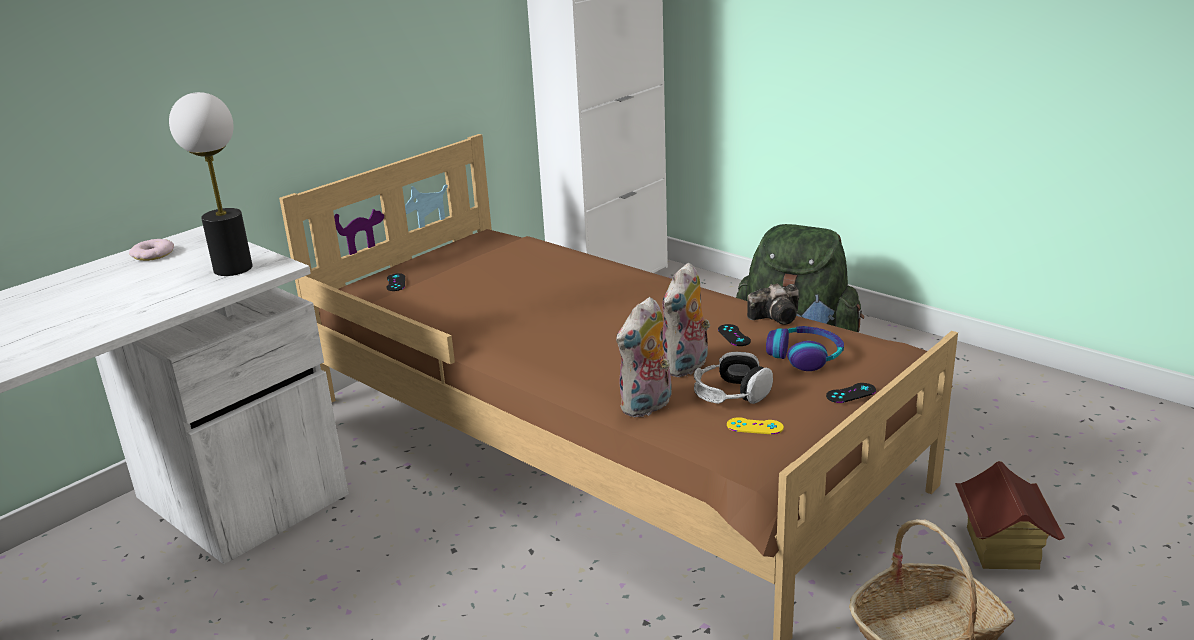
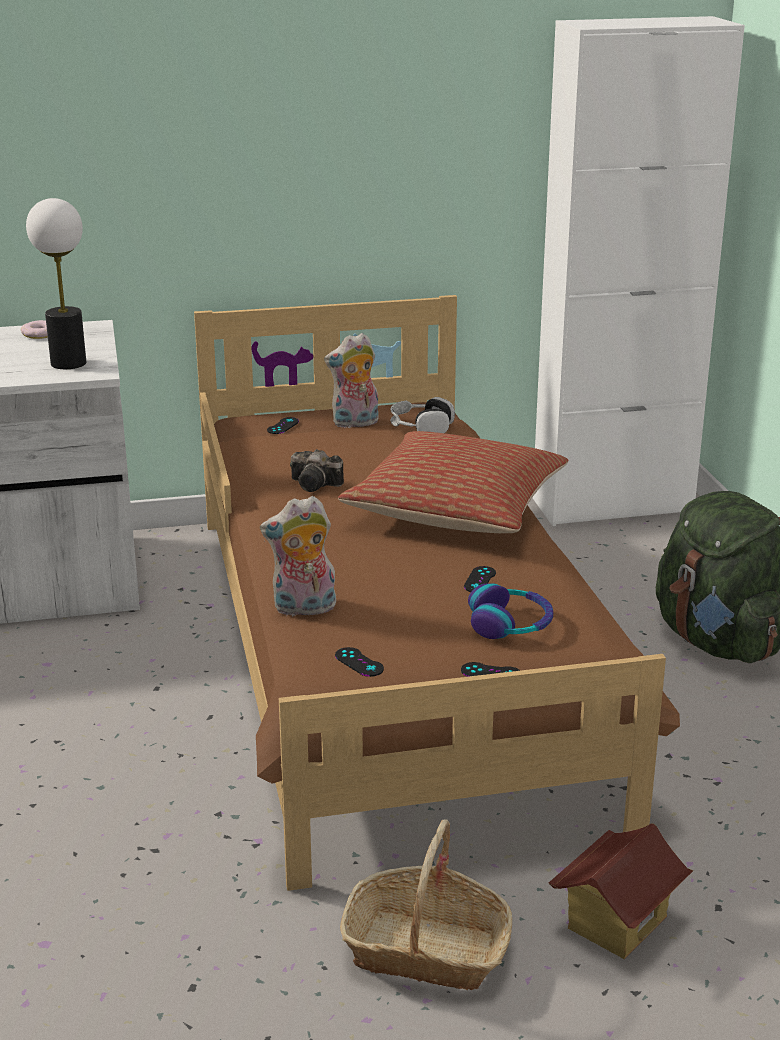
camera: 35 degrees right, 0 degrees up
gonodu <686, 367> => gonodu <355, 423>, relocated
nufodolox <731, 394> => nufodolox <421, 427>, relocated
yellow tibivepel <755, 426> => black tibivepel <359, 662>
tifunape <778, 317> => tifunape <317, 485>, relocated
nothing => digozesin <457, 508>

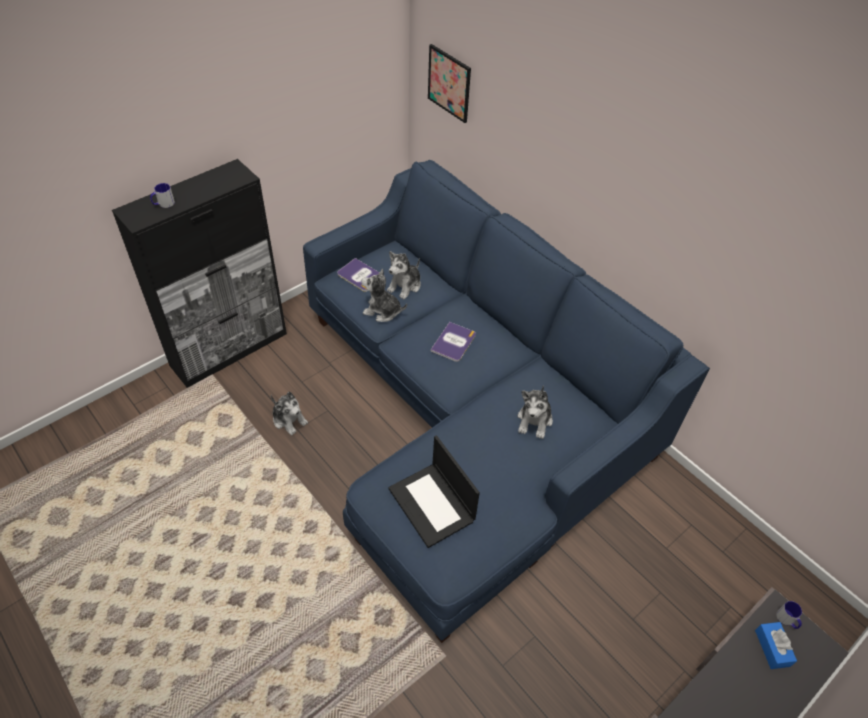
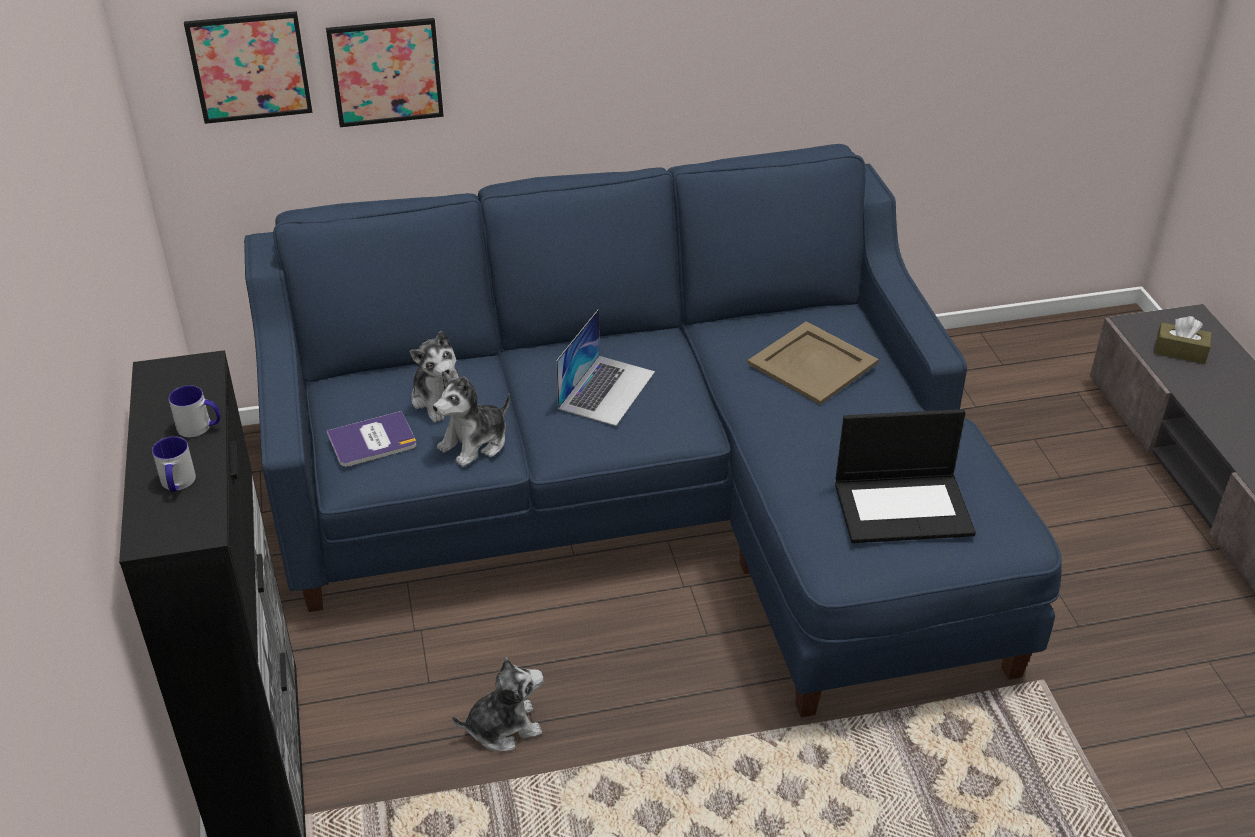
camera: 60 degrees left, 10 degrees down
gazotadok <453, 342> => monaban <606, 389>
gonodu <534, 420> => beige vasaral <812, 362>
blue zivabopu <772, 648> => brown zivabopu <1180, 351>
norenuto <787, 620> => norenuto <200, 427>, relocated
nothing => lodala <386, 72>

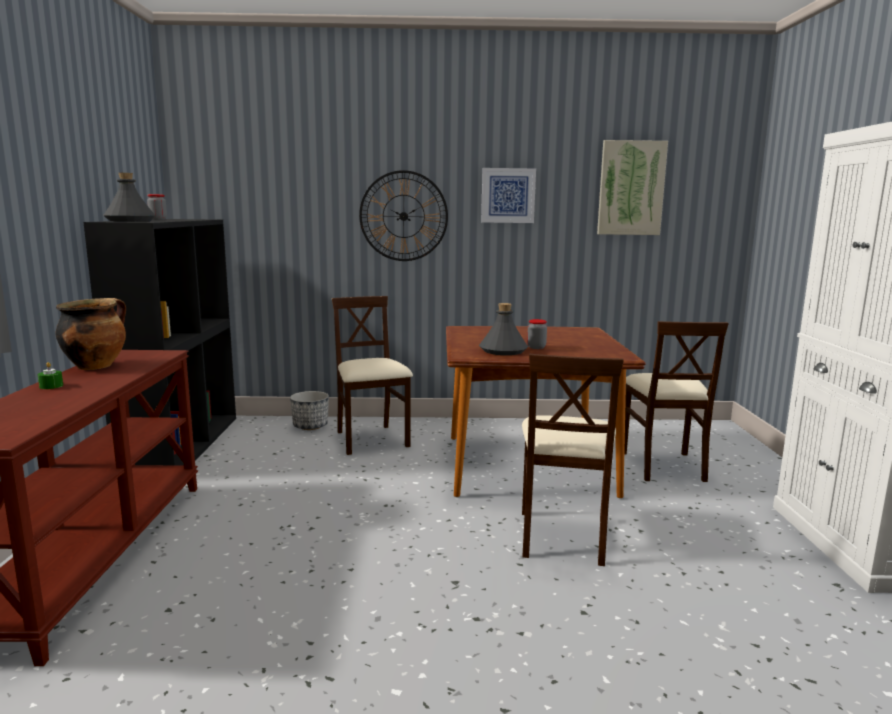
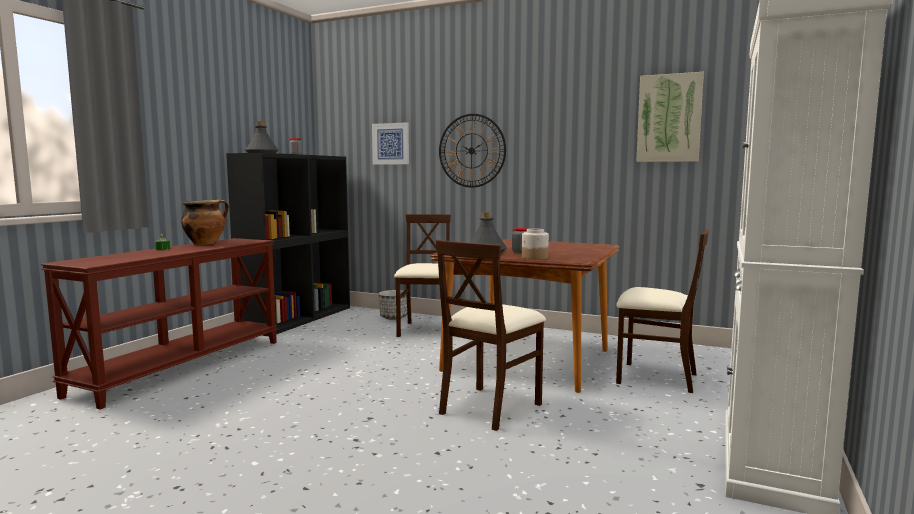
camera: 25 degrees right, 5 degrees down
lodala <508, 195> => lodala <391, 144>, relocated
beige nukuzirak <663, 466> => beige nukuzirak <655, 377>, 90 degrees counterclockwise
nothing => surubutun <534, 258>

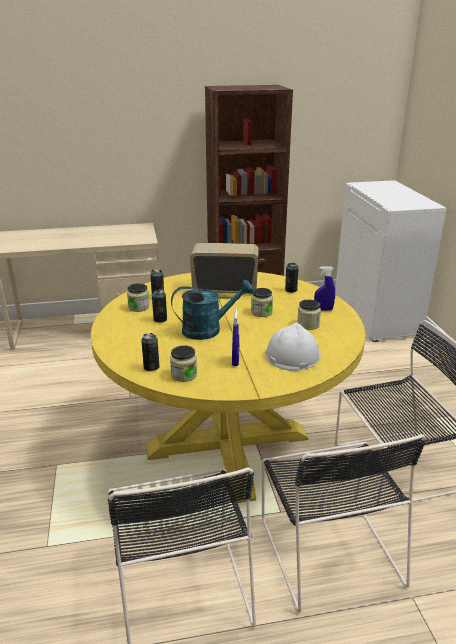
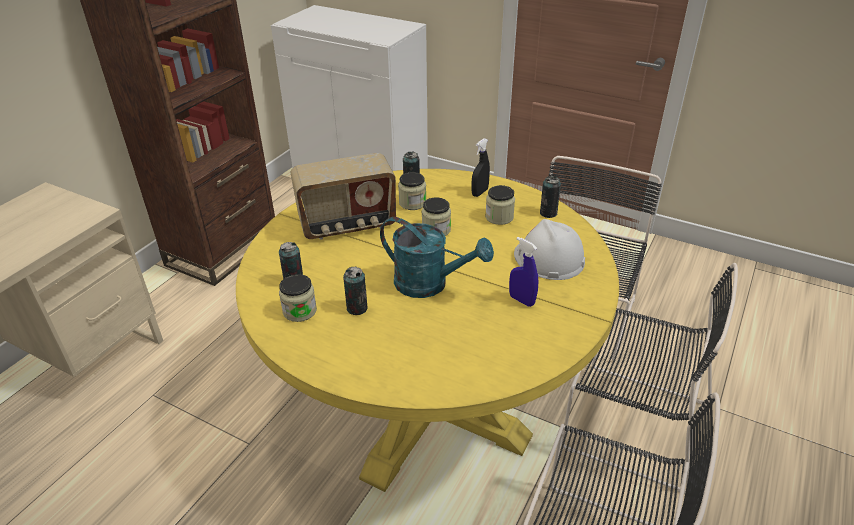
camera: 50 degrees left, 10 degrees up
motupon <151, 367> => motupon <548, 213>, relocated
surubutun <184, 375> => surubutun <412, 203>, relocated
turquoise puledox <208, 330> => turquoise puledox <430, 284>, 90 degrees clockwise
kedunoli <225, 289> => kedunoli <347, 225>, 150 degrees counterclockwise
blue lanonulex <323, 310> => black lanonulex <480, 192>

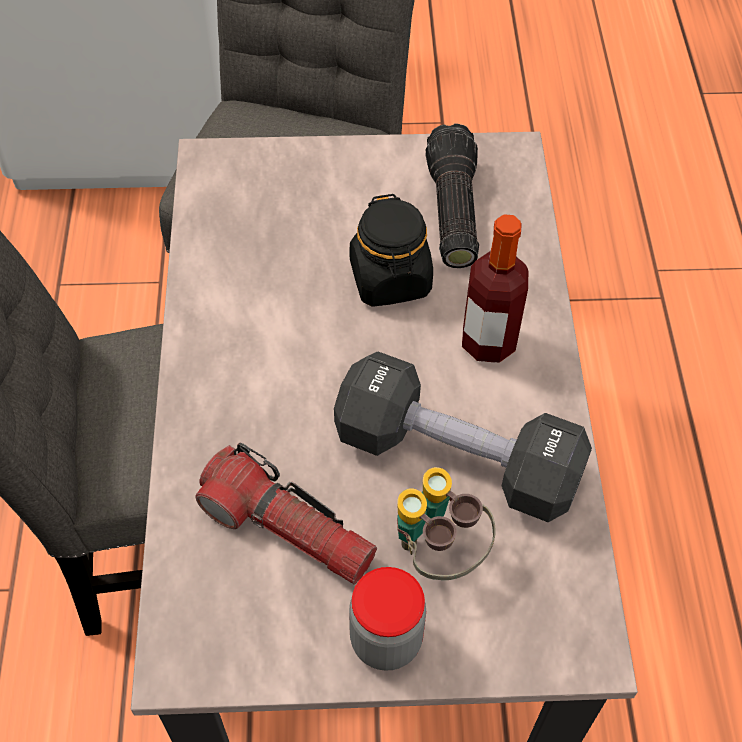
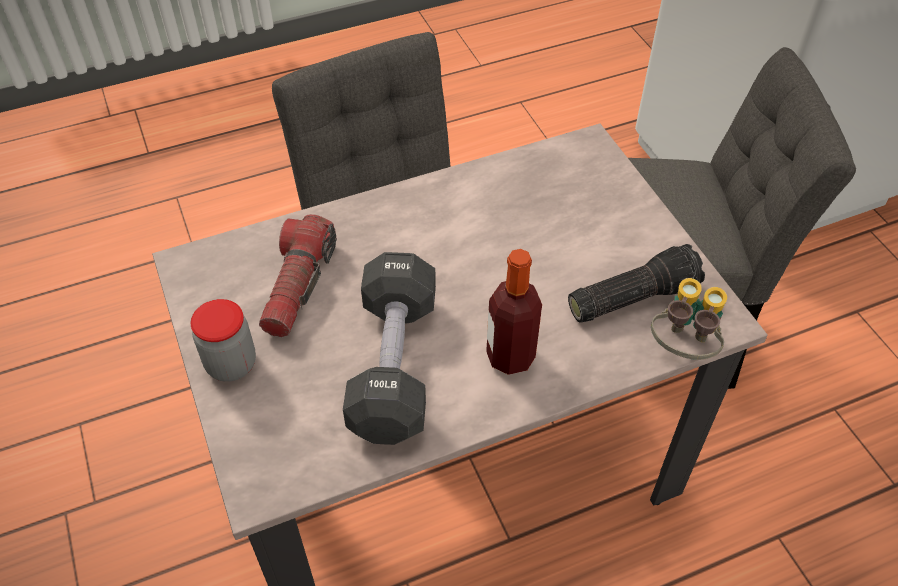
camera: 70 degrees right, 5 degrees down
black surubutun <390, 279> => nothing
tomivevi <438, 550> => tomivevi <682, 348>, relocated

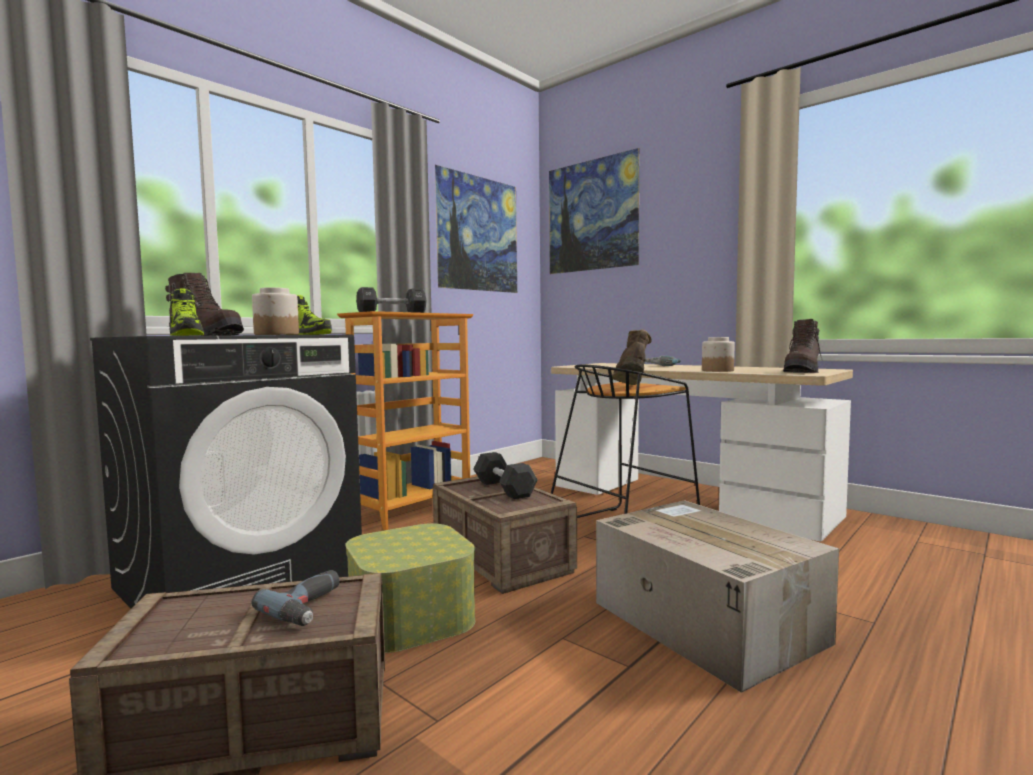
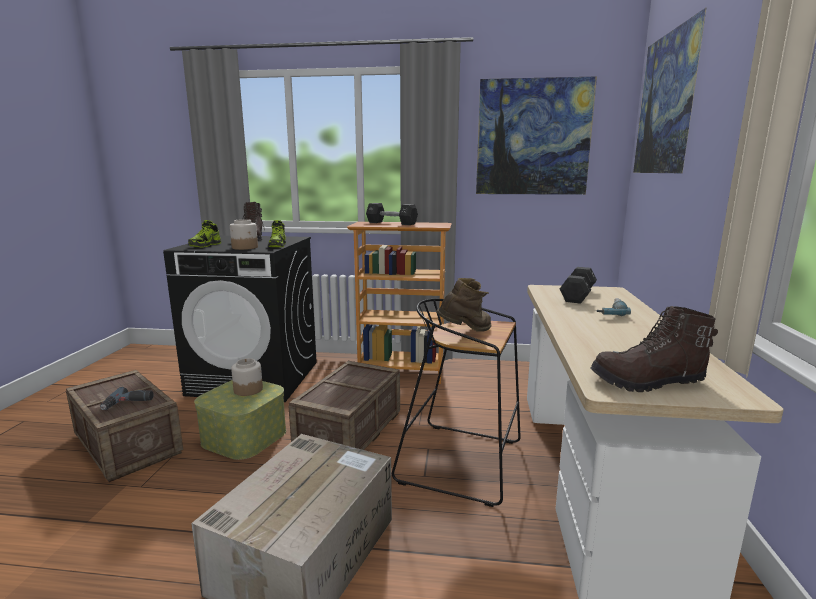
camera: 55 degrees right, 10 degrees up
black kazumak <504, 489> => black kazumak <577, 295>, relocated
surubutun <717, 370> => surubutun <248, 389>, relocated

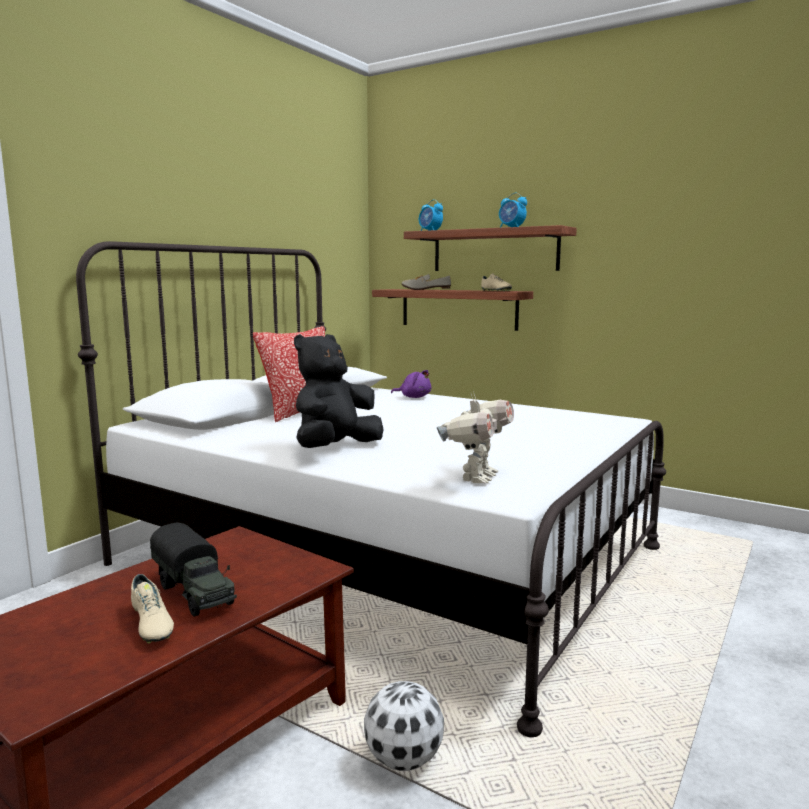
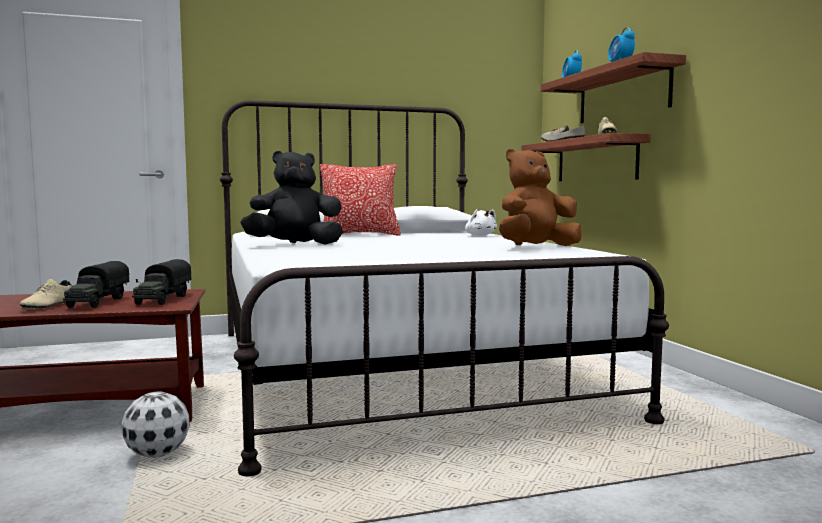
camera: 40 degrees right, 5 degrees down
purple gonodu <414, 397> => white gonodu <480, 235>
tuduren <476, 478> => nothing
nothing => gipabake <162, 299>
nothing => brown gonodu <536, 247>

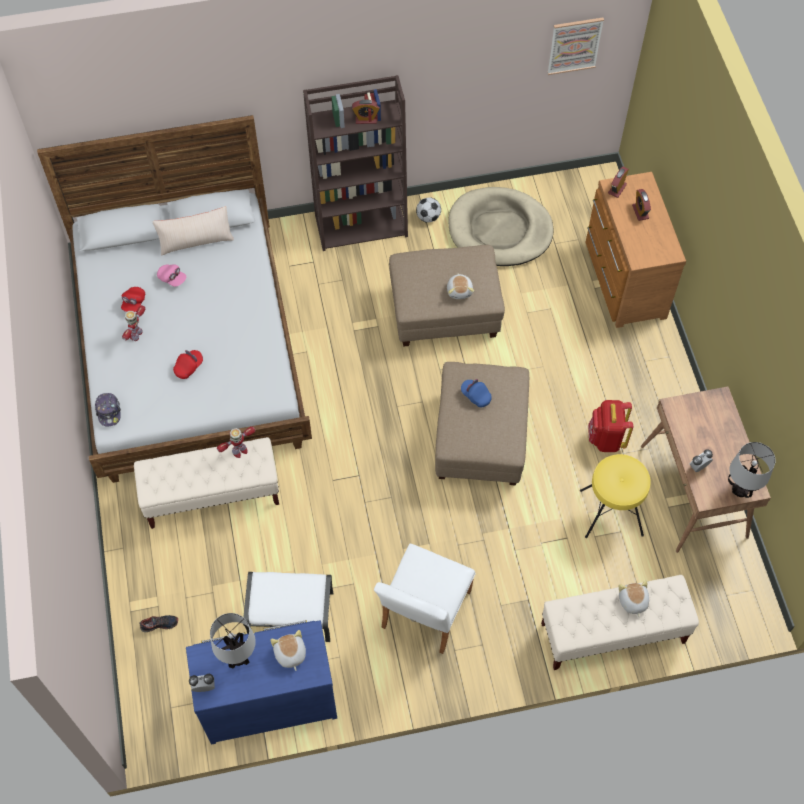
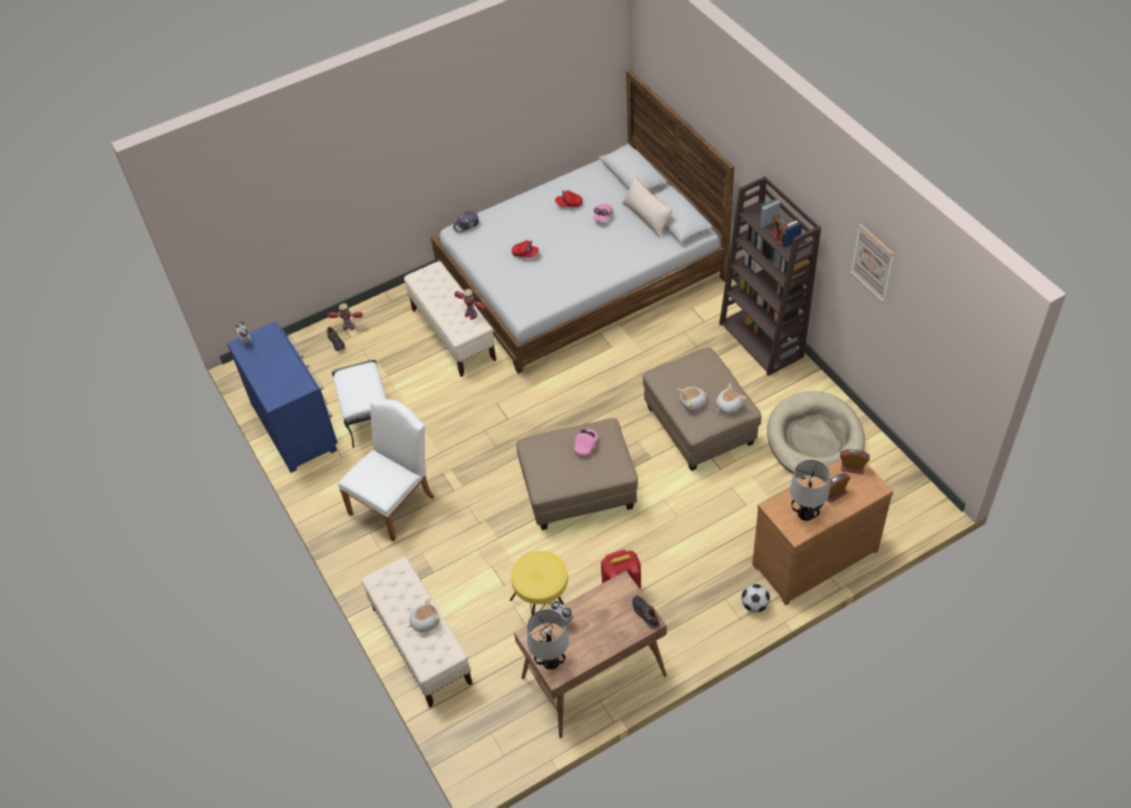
camera: 75 degrees right, 10 degrees down
tuduren <136, 334> => tuduren <349, 327>, relocated
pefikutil <238, 657> => pefikutil <805, 513>, relocated
gonodu <290, 654> => gonodu <728, 405>, relocated
white nukuzirak <423, 614> => white nukuzirak <395, 501>, 120 degrees clockwise
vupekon <428, 217> => vupekon <754, 605>, relocated
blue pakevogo <475, 396> => pink pakevogo <586, 446>
lodala <574, 45> => lodala <873, 262>, relocated
nothing => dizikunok <645, 614>

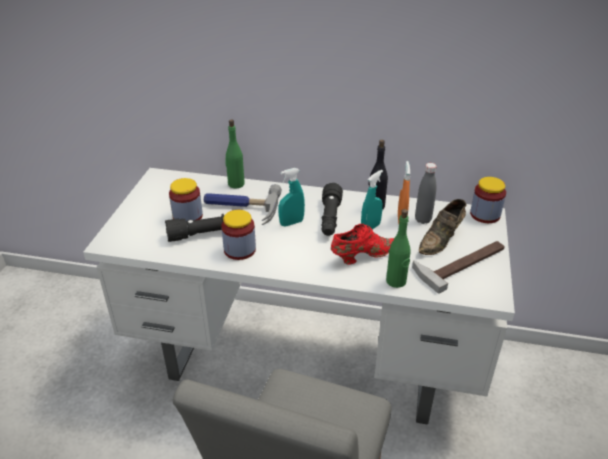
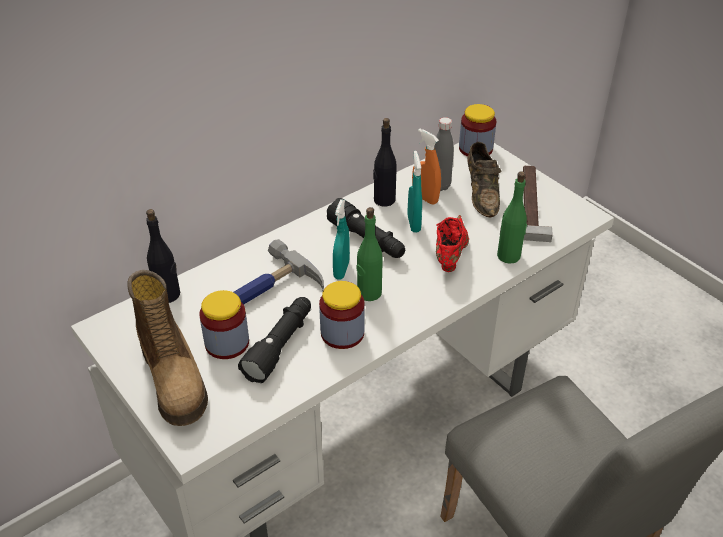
camera: 50 degrees left, 5 degrees up
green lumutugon <236, 184> => green lumutugon <369, 293>, relocated
nothing => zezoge <174, 377>
nothing => black lumutugon <168, 295>

